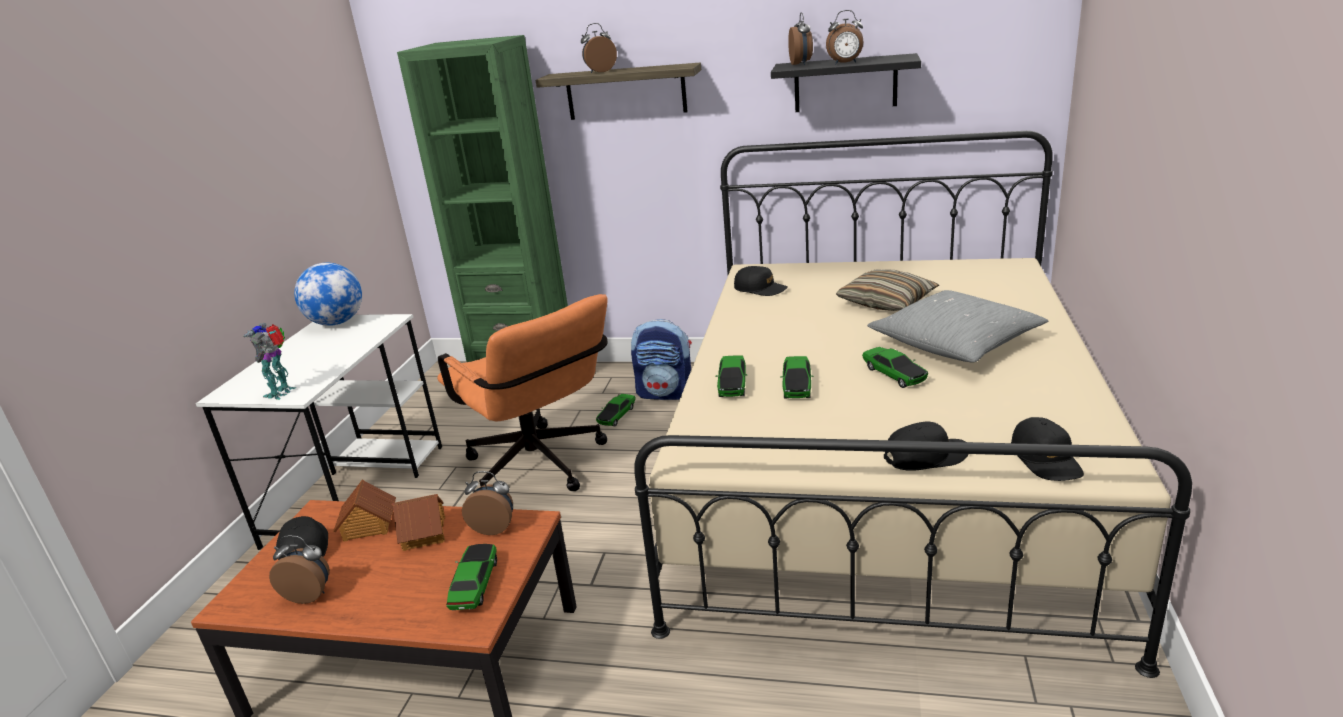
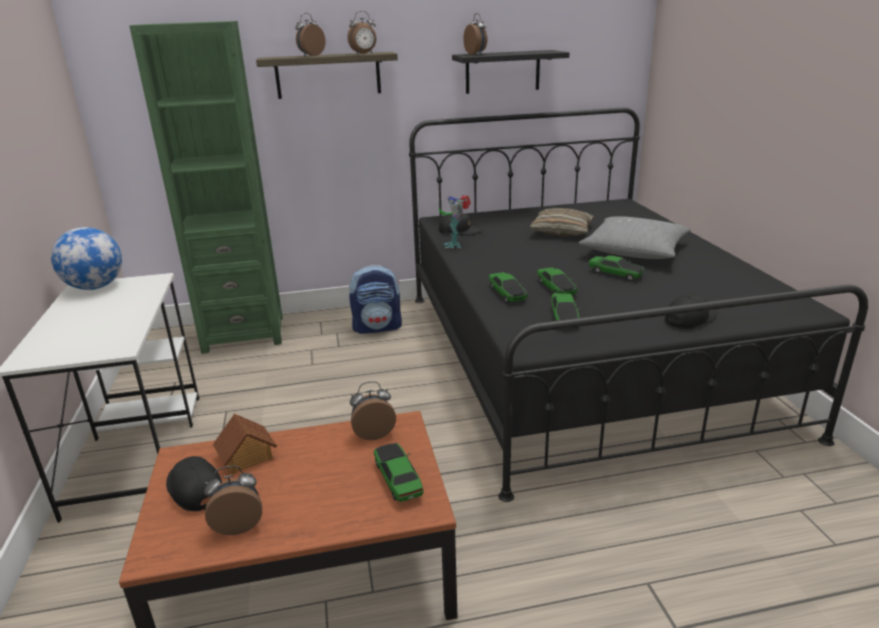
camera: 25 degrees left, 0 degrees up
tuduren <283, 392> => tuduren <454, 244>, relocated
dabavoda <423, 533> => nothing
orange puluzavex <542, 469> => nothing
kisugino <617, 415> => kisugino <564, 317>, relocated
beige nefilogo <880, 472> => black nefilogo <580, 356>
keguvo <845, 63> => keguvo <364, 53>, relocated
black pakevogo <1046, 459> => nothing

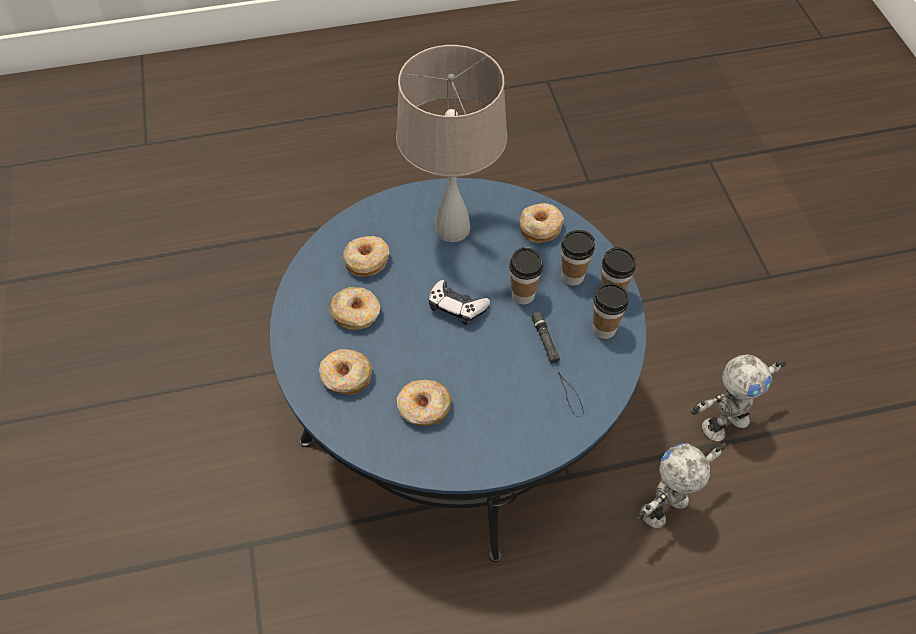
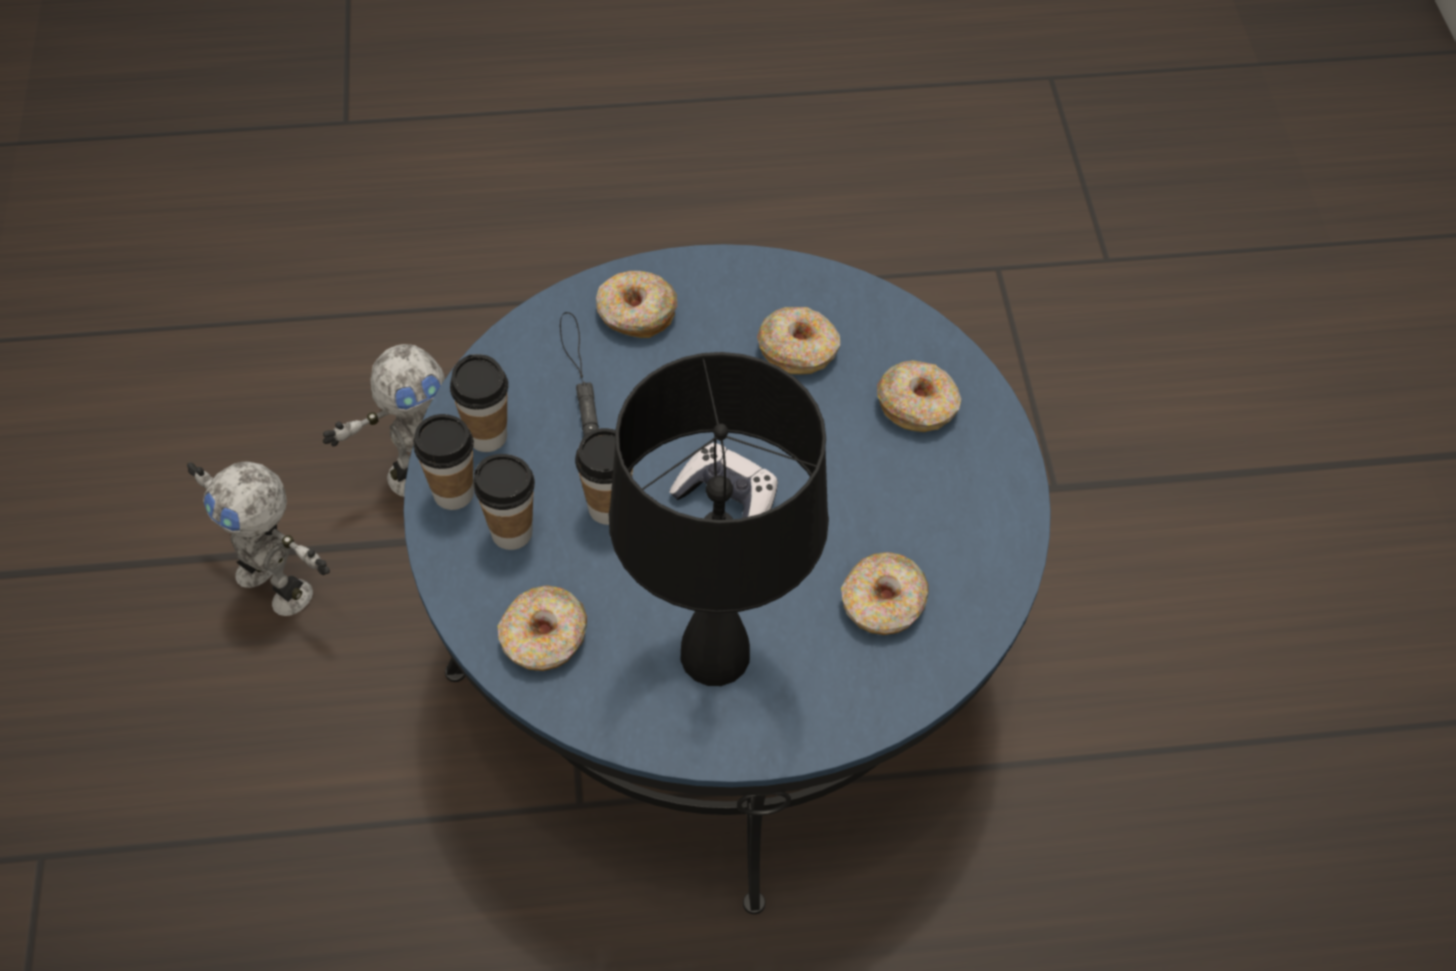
camera: 175 degrees left, 0 degrees up
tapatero <356, 313> => tapatero <635, 314>, relocated
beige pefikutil <452, 229> => black pefikutil <716, 654>
tuduren <723, 422> => tuduren <277, 582>, 120 degrees counterclockwise

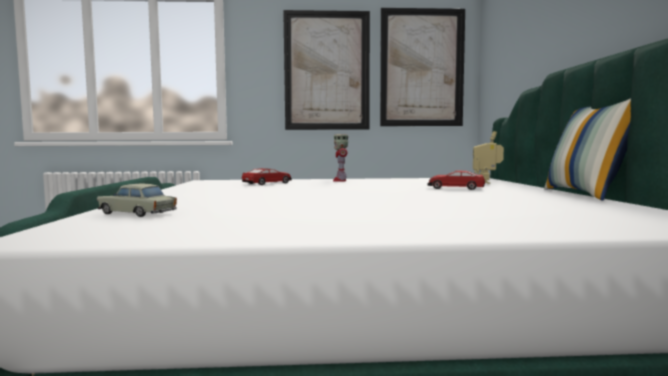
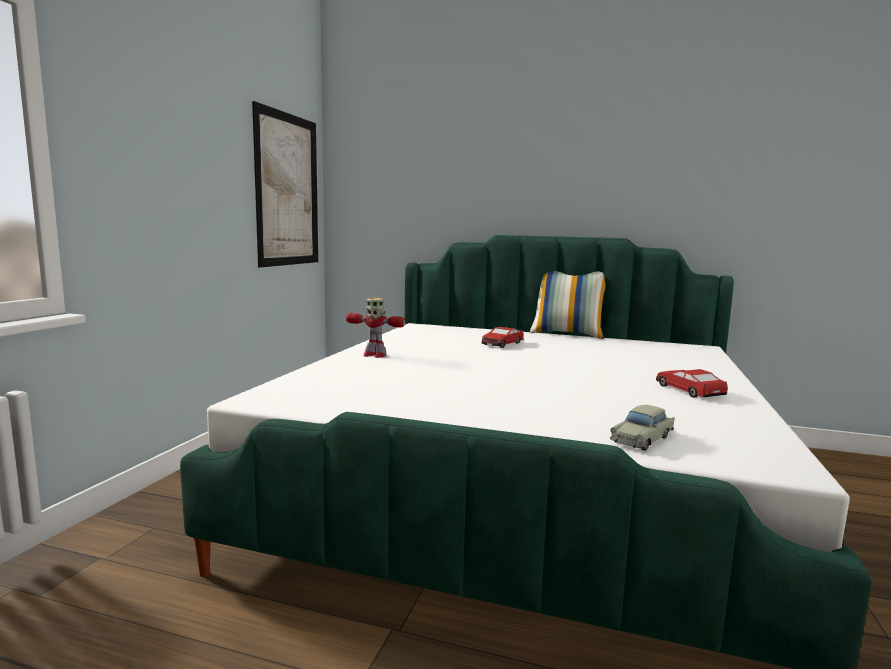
camera: 70 degrees left, 5 degrees up
kisugino <267, 183> => kisugino <688, 390>, relocated
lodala <327, 71> => nothing
tuduren <487, 182> => nothing

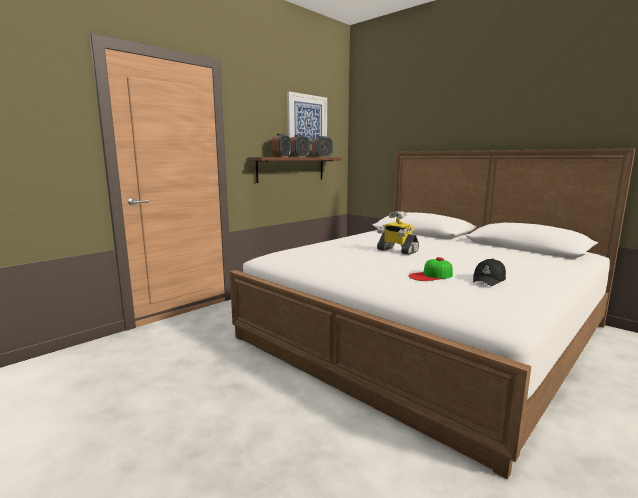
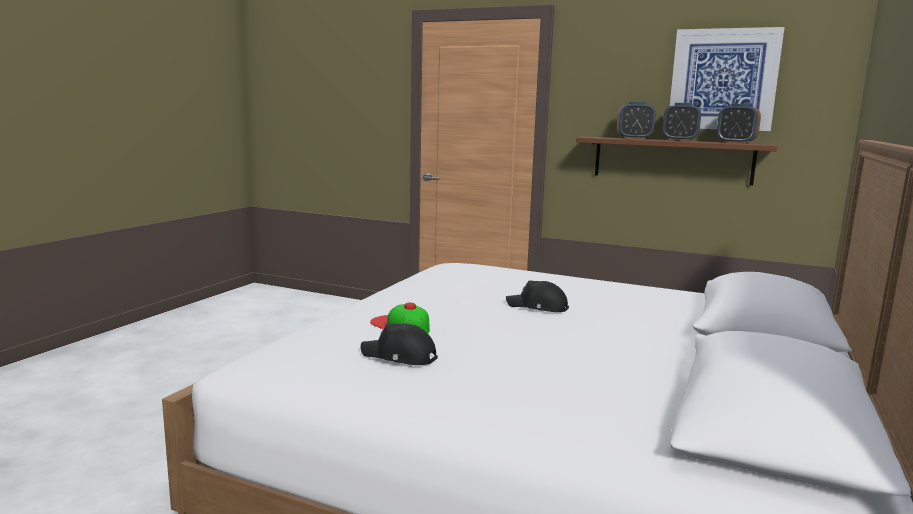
camera: 70 degrees right, 0 degrees up
tuduren <396, 251> => black pakevogo <537, 307>

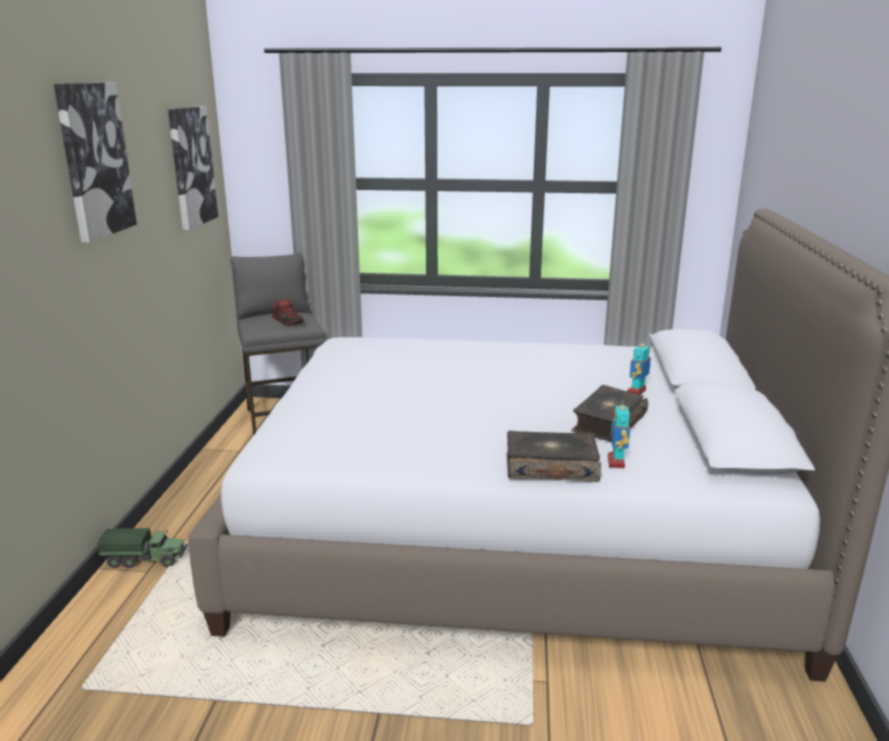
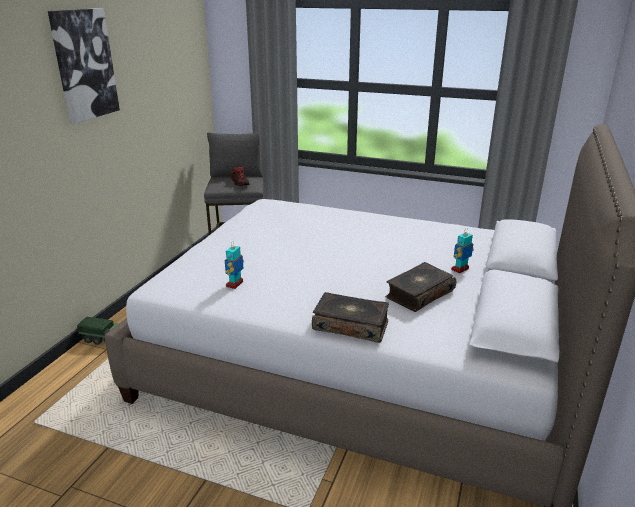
camera: 15 degrees right, 5 degrees up
lodala <191, 166> => nothing
tuduren <616, 462> => tuduren <235, 284>, relocated

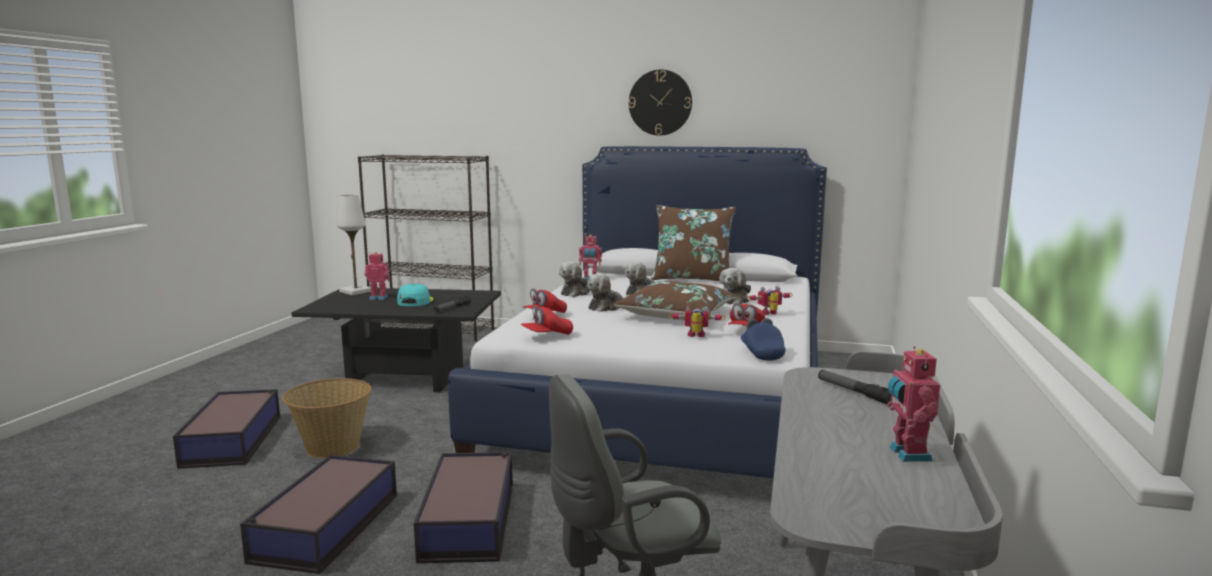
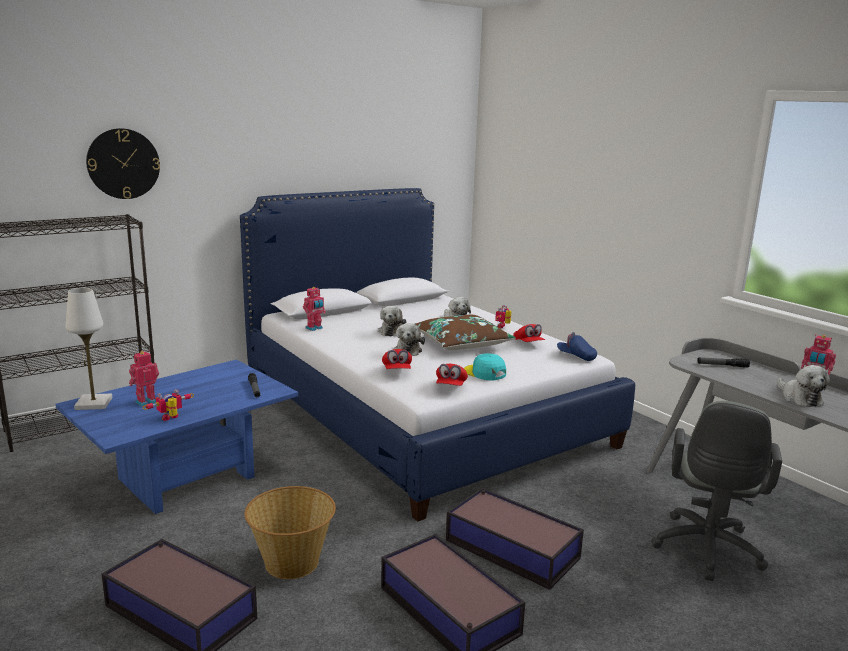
camera: 50 degrees left, 5 degrees up
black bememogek <407, 377> => blue bememogek <187, 478>
turquoise pakevogo <415, 301> => turquoise pakevogo <484, 373>, relocated
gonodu <577, 292> => gonodu <799, 398>, relocated
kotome <660, 102> => kotome <123, 164>, relocated
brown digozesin <692, 279> => nothing
tuduren <696, 336> => tuduren <171, 419>, relocated

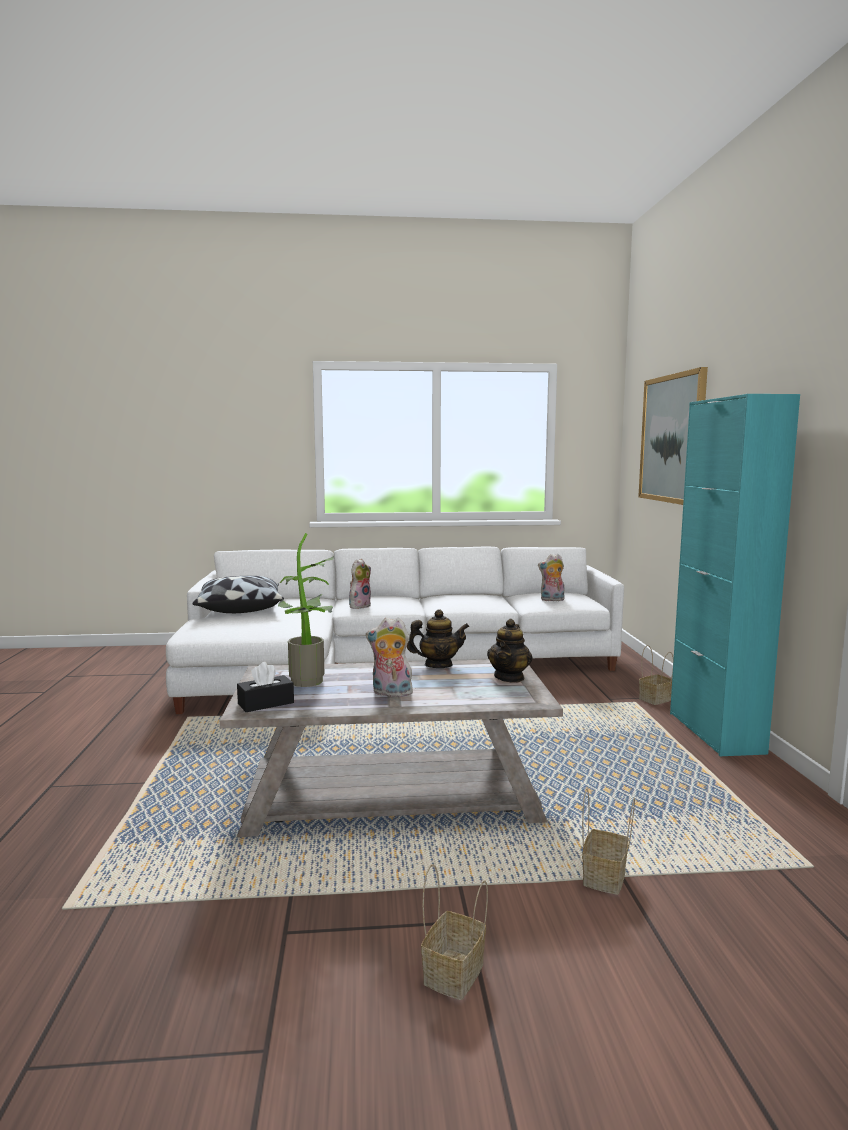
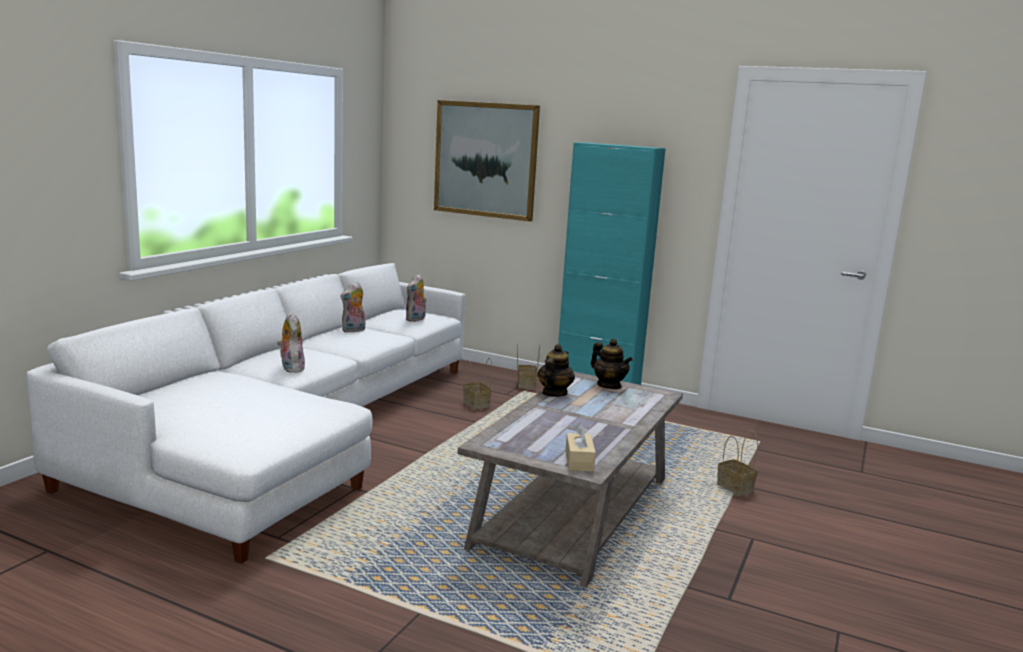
camera: 60 degrees left, 5 degrees up
digozesin <239, 609> => nothing
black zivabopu <266, 703> => beige zivabopu <579, 461>
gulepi <310, 682> => nothing
gonodu <390, 693> => gonodu <354, 331>, relocated
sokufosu <454, 975> => sokufosu <477, 404>, relocated

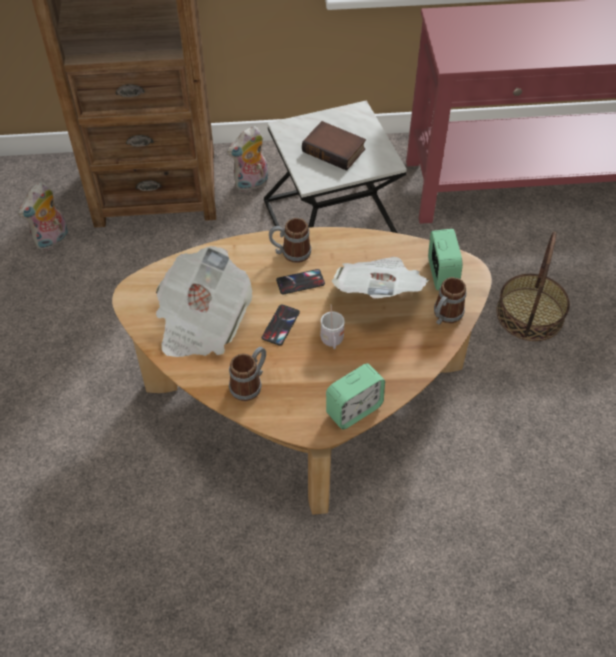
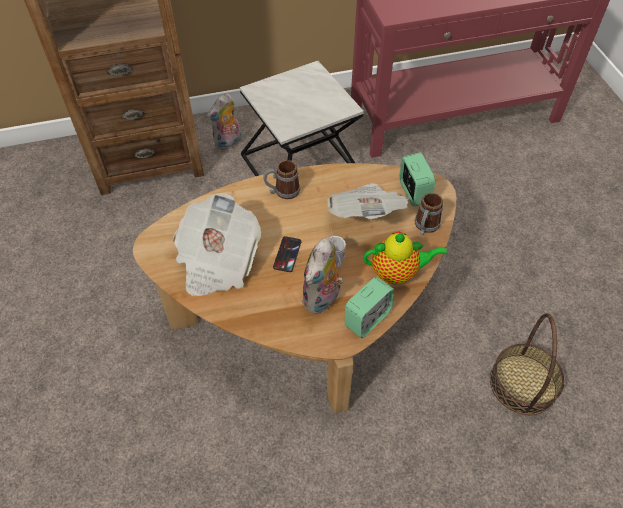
camera: 10 degrees left, 0 degrees up
gonodu <52, 241> => gonodu <322, 300>, relocated
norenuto <250, 383> => nothing
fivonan <300, 282> => nothing
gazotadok <335, 150> => nothing
sokufosu <530, 314> => sokufosu <523, 384>, relocated
nothing => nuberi <397, 273>

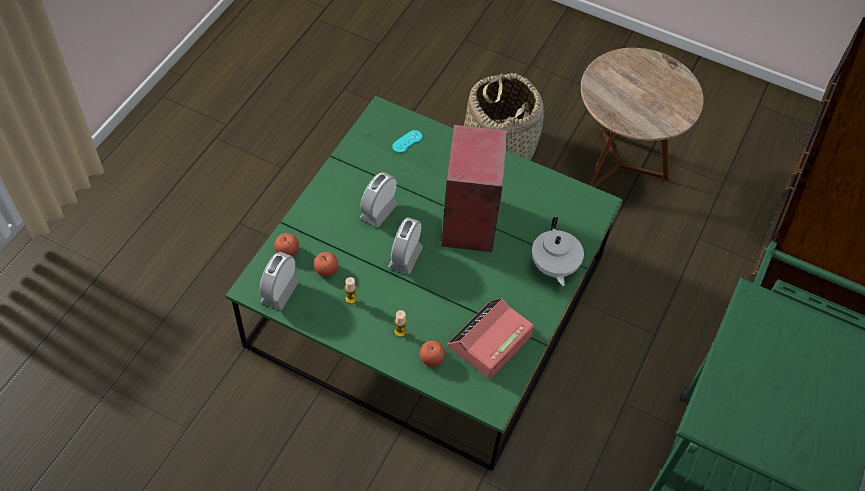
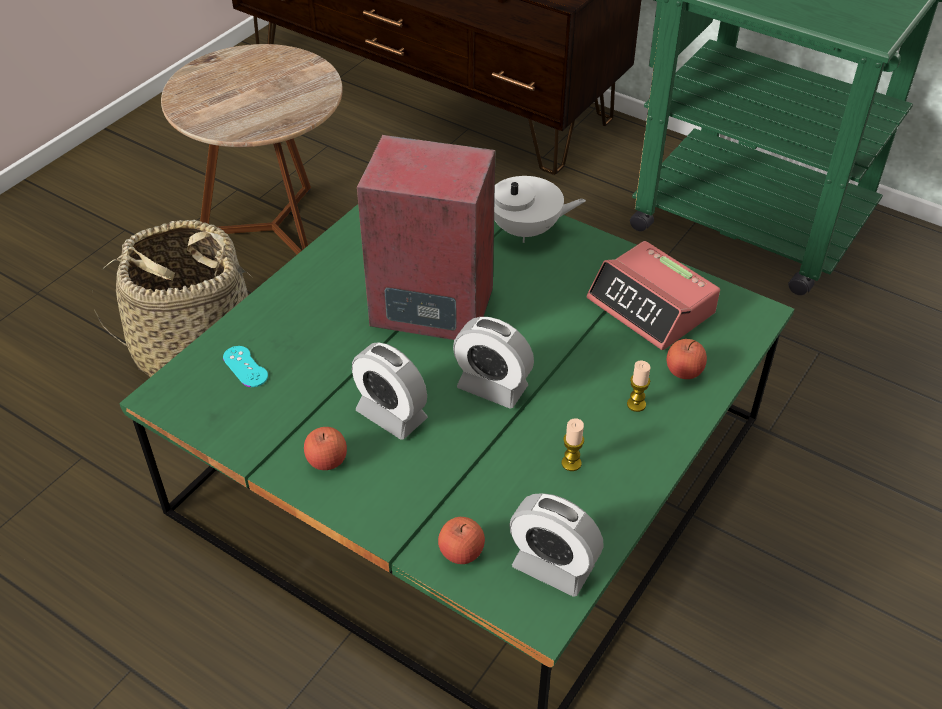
camera: 80 degrees left, 10 degrees down
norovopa <326, 270> => norovopa <327, 460>, relocated

